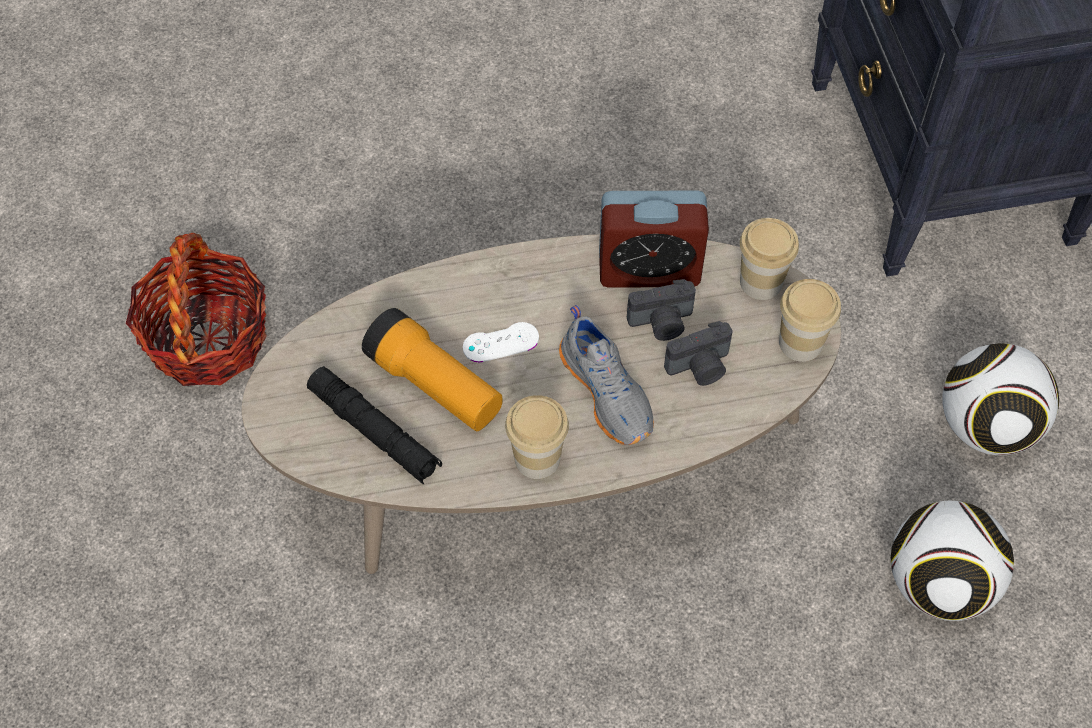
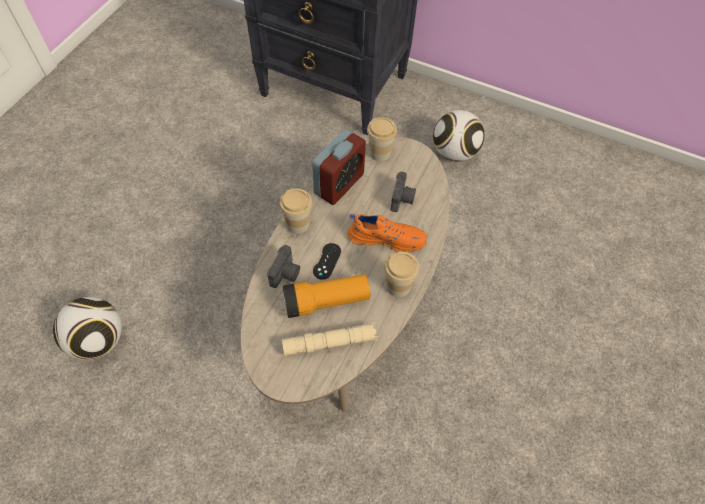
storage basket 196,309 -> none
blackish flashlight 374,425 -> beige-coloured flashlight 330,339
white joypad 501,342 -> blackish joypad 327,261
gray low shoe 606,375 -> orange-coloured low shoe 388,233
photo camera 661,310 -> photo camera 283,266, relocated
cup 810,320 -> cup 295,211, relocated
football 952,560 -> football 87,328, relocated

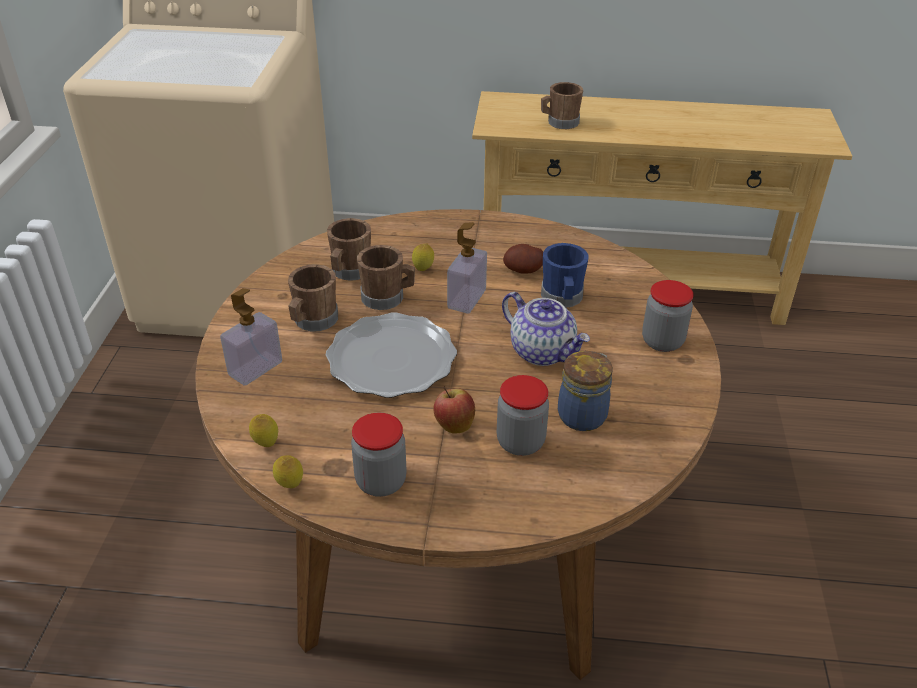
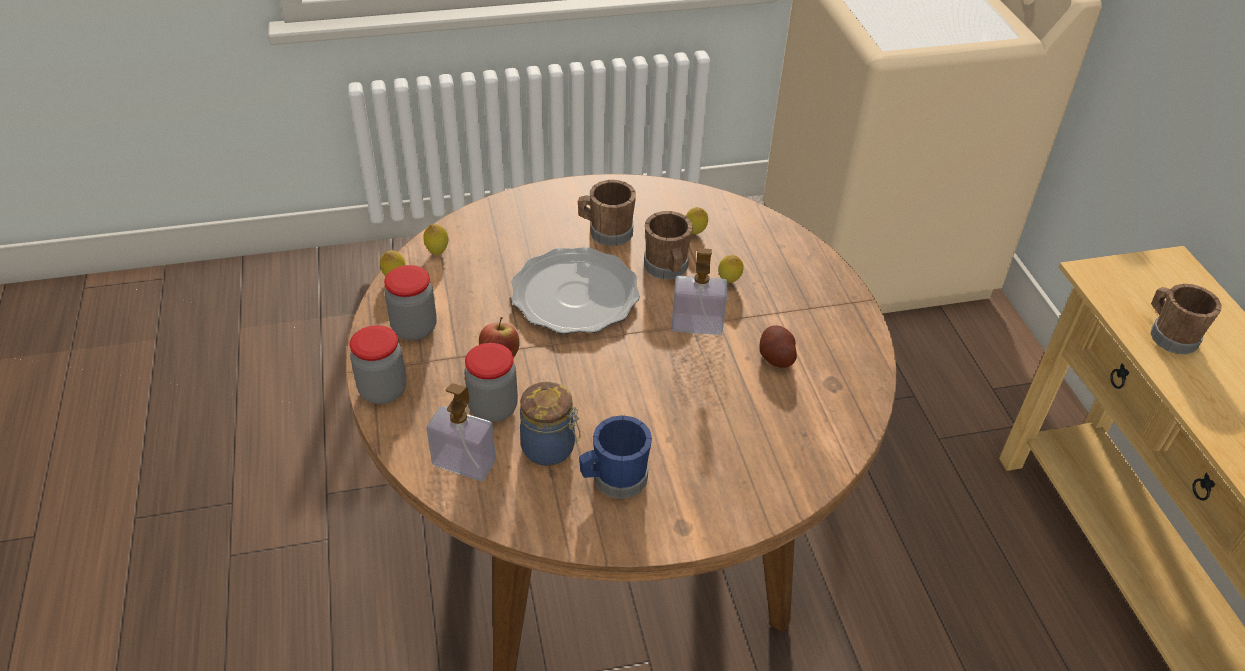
liquid soap bottle 251,337 -> liquid soap bottle 461,432, relocated
brown coffee mug 349,249 -> lemon 697,220
teapot 546,329 -> none
blue coffee mug 565,275 -> blue coffee mug 615,457, relocated
preserve jar 668,316 -> preserve jar 378,364, relocated

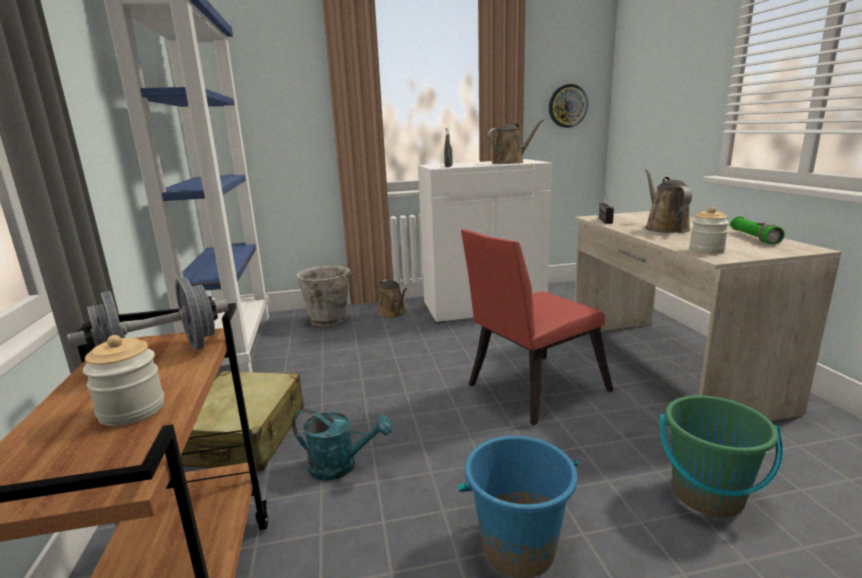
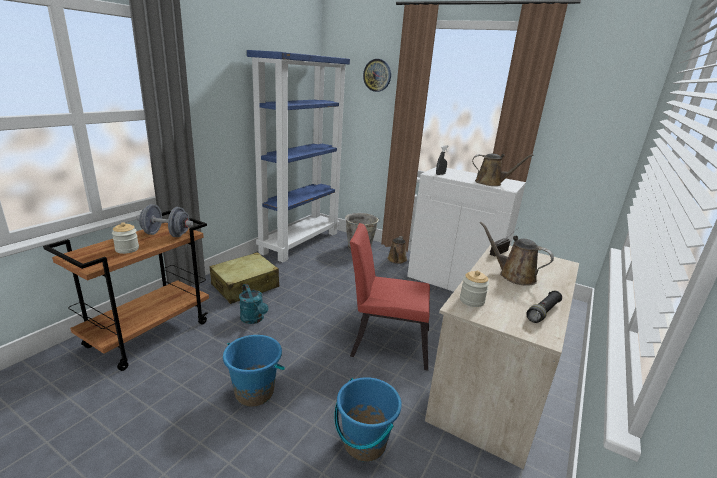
wall clock 568,106 -> wall clock 377,75, relocated
brown watering can 668,201 -> brown watering can 517,254, 90 degrees counterclockwise
greenish bucket 721,456 -> blue bucket 368,419
greenish flashlight 757,230 -> blackish flashlight 544,307

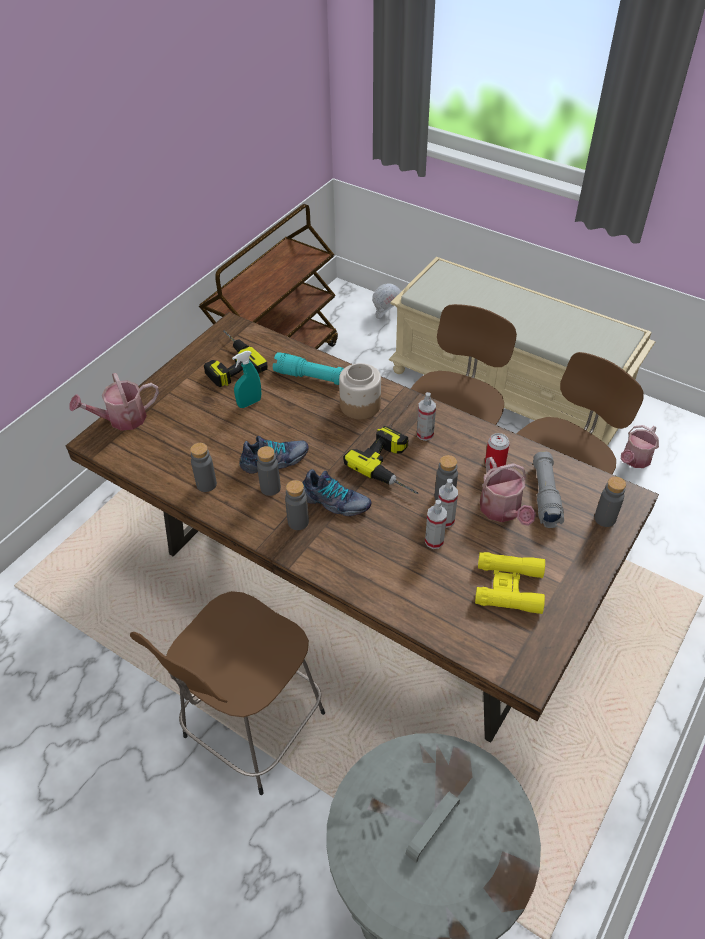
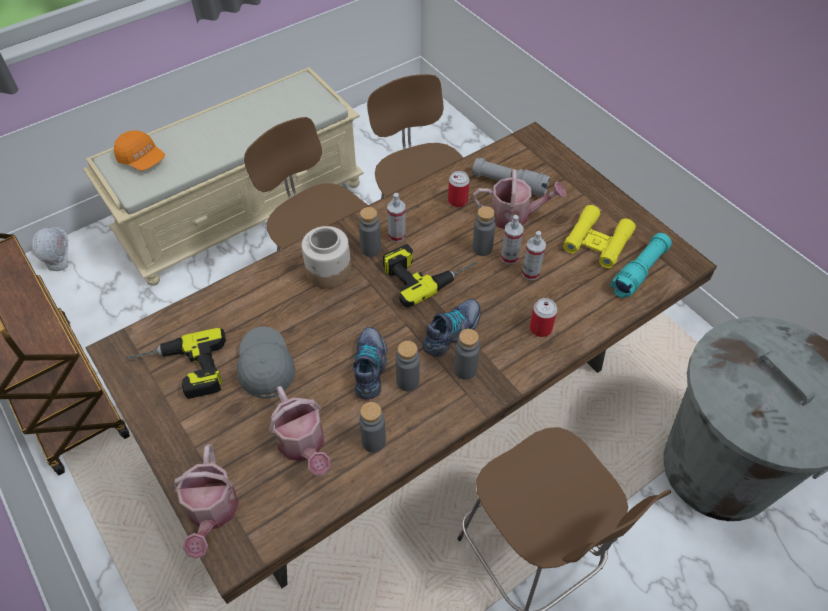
turquoise sprayer 246,379 -> gray peaked cap 266,362
turquoise flashlight 308,368 -> turquoise flashlight 641,265, relocated
gray bottle 610,501 -> gray bottle 370,232, relocated
watering can 640,446 -> watering can 299,430, relocated
none -> orange-coloured peaked cap 139,151
none -> can 543,317

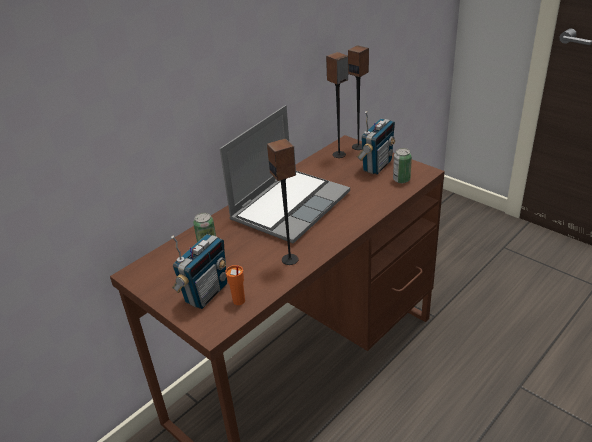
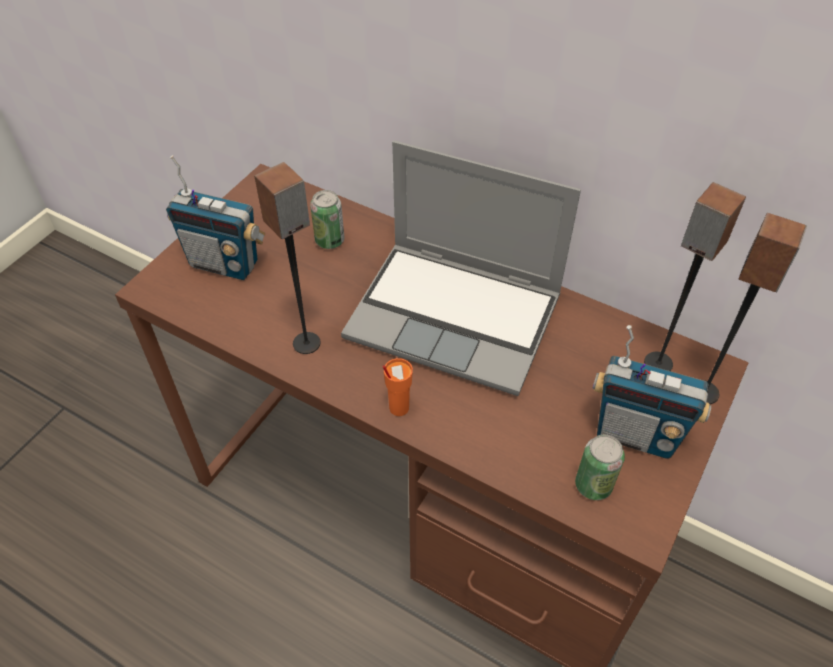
orange-coloured cup 235,285 -> orange-coloured cup 398,387, relocated

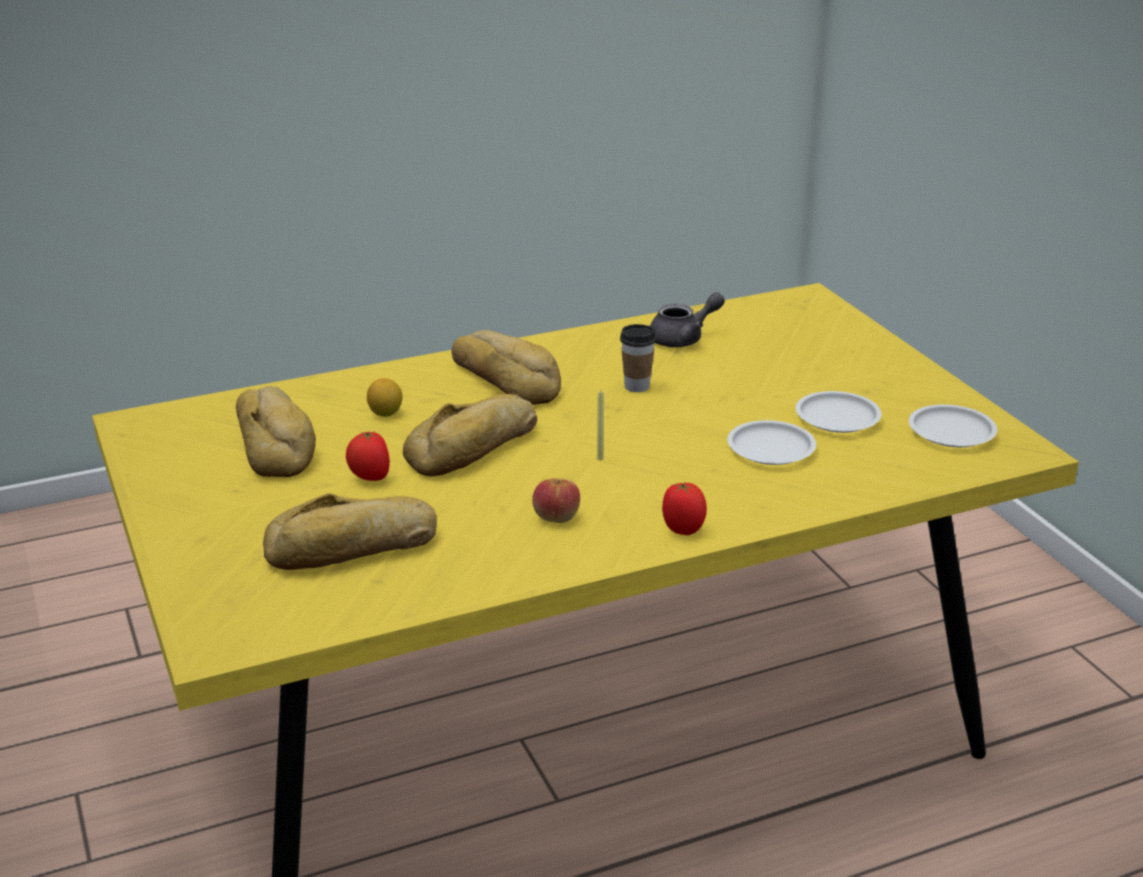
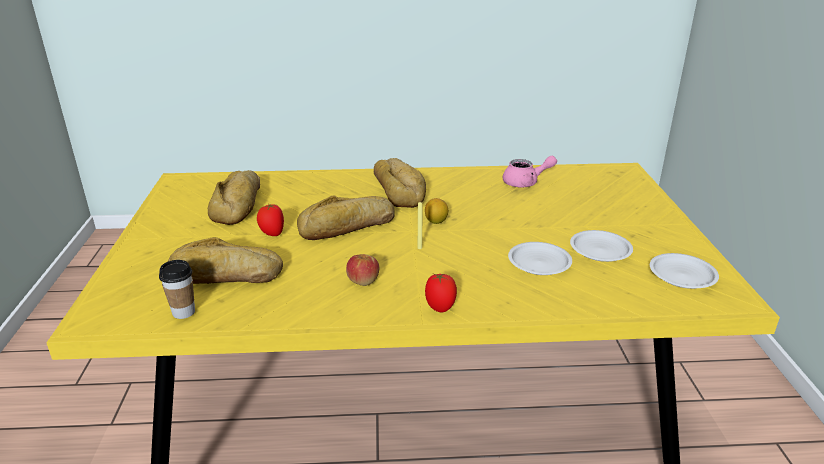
lemon 385,397 -> lemon 436,211, relocated
cup 638,358 -> cup 177,289, relocated
gray teapot 687,319 -> pink teapot 530,172

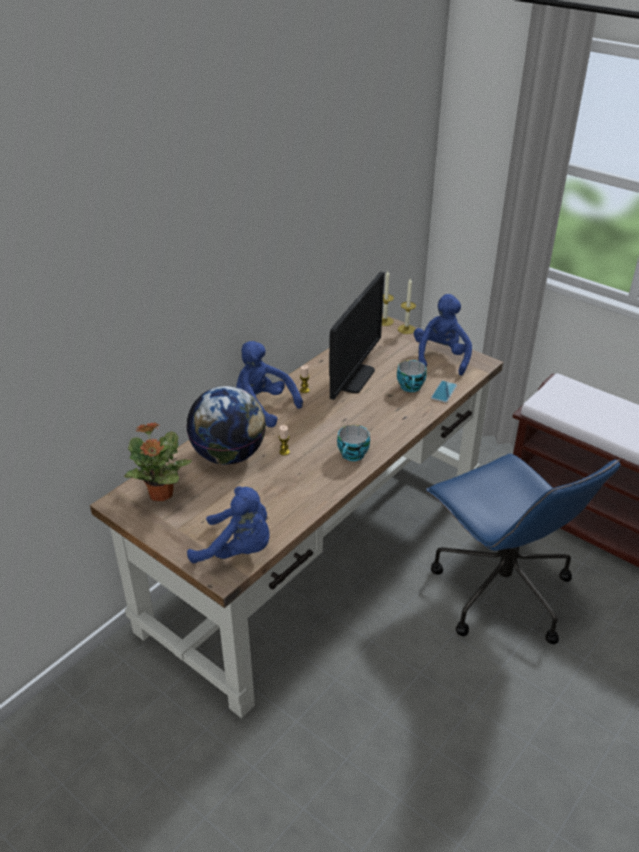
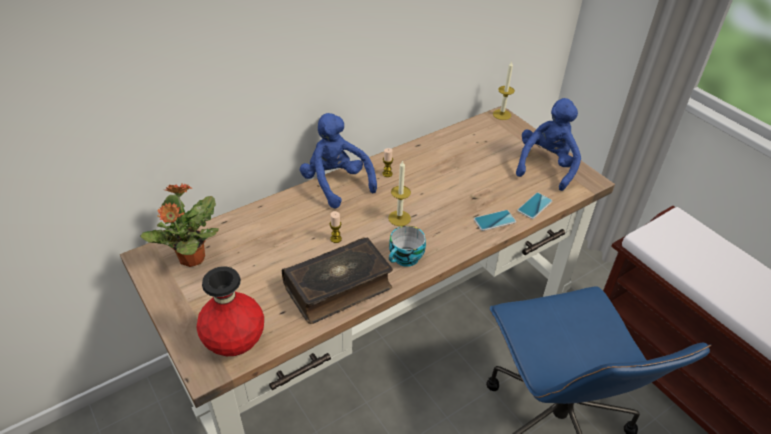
globe 226,425 -> none
blue soft toy 228,524 -> red vase 230,311
computer screen 356,336 -> none
cup 412,376 -> none
wax candle 407,305 -> wax candle 399,193, relocated
none -> bound book 337,280
none -> telephone 495,220

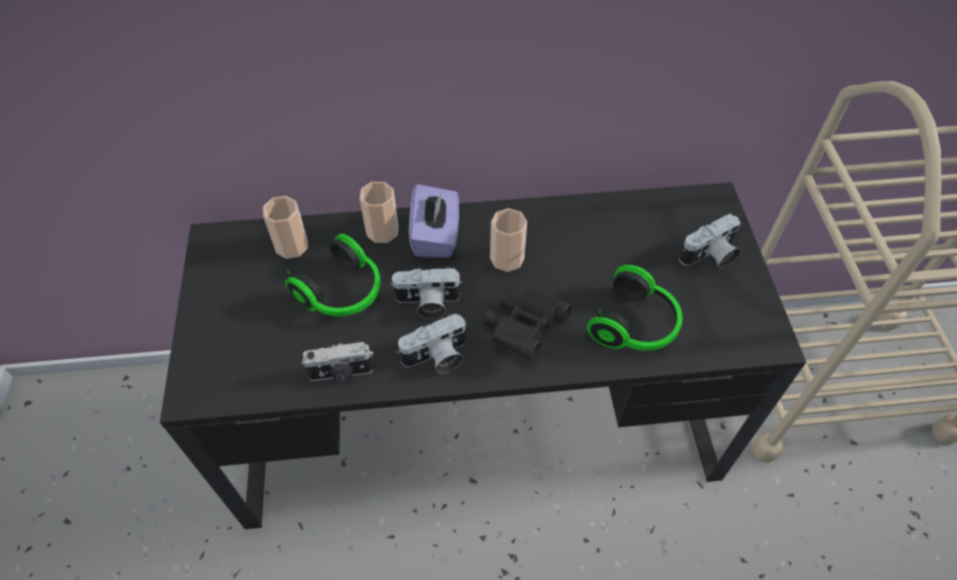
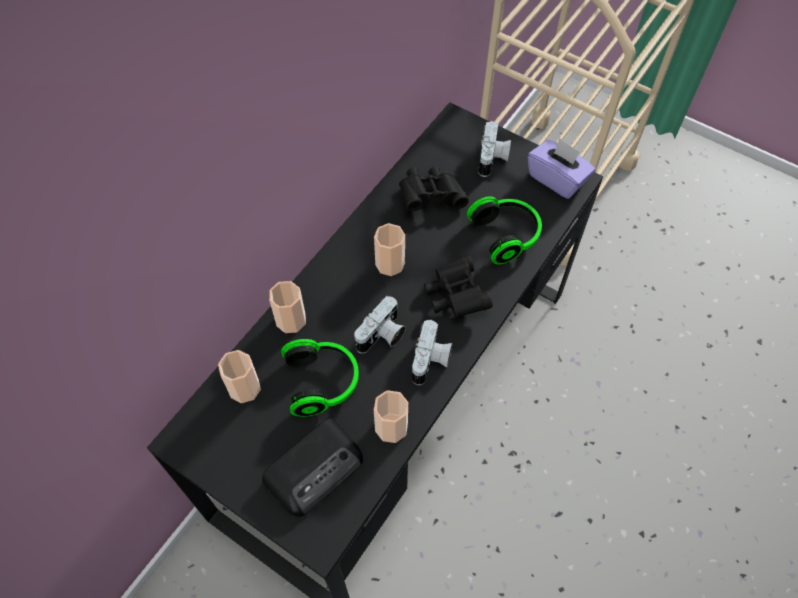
photo camera 337,361 -> cup 391,416
purple tissue box 434,221 -> purple tissue box 561,168, relocated
none -> radio receiver 312,467
none -> blackish field glasses 434,189

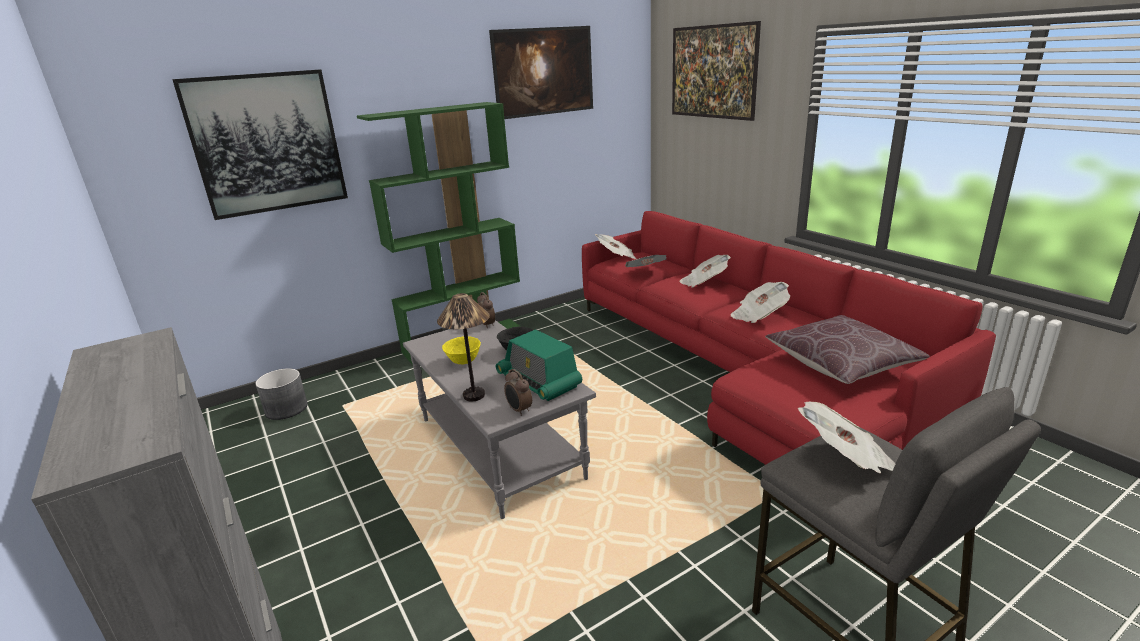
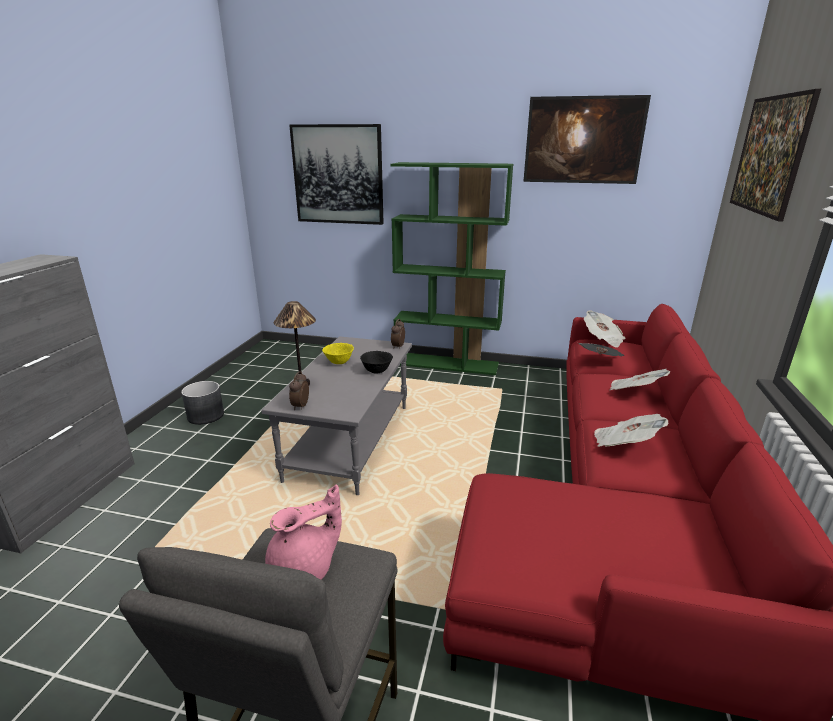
gray flower pot 281,394 -> gray flower pot 202,403, relocated
radio receiver 539,365 -> none
brown pillow 847,349 -> none
daily paper 847,437 -> pink teapot 303,532

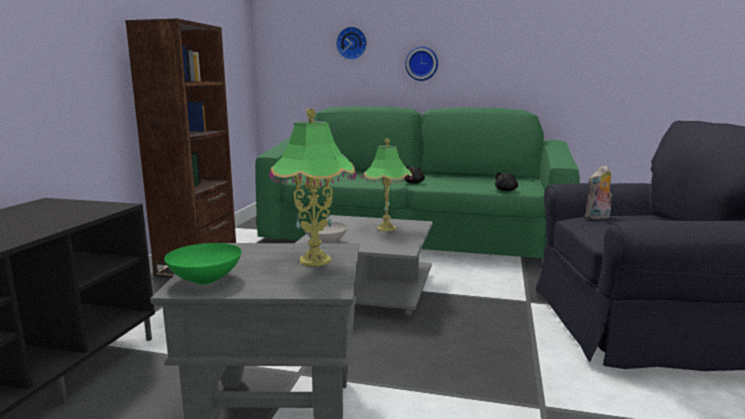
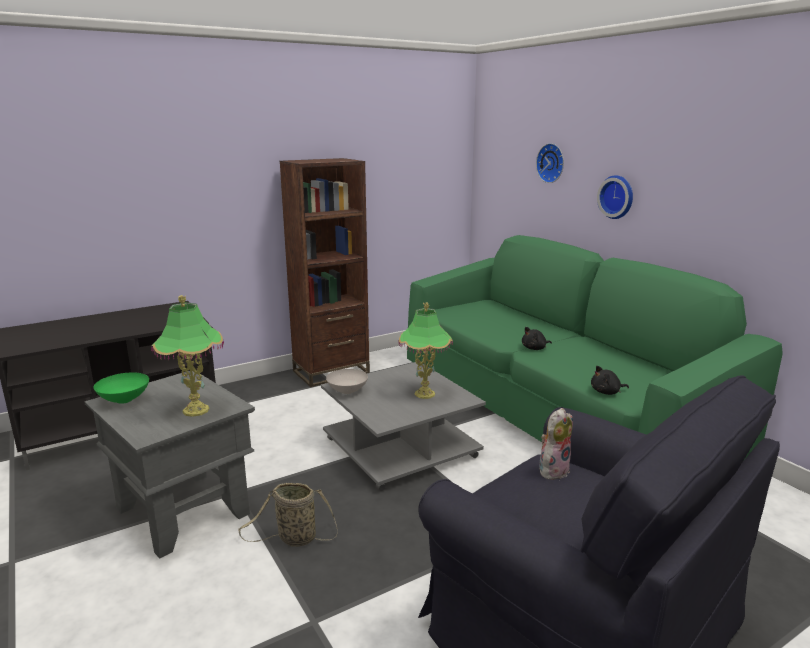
soft toy 598,192 -> soft toy 556,444, 120 degrees clockwise
none -> storage basket 288,515

